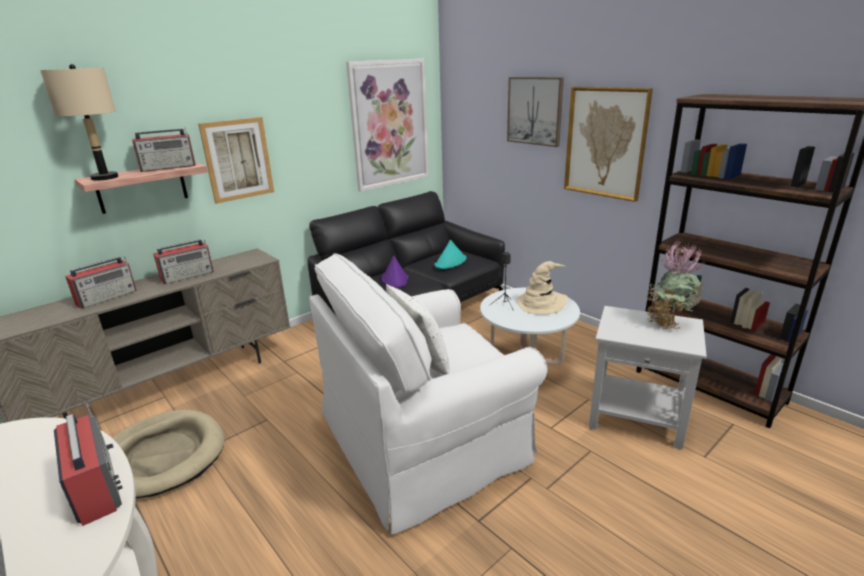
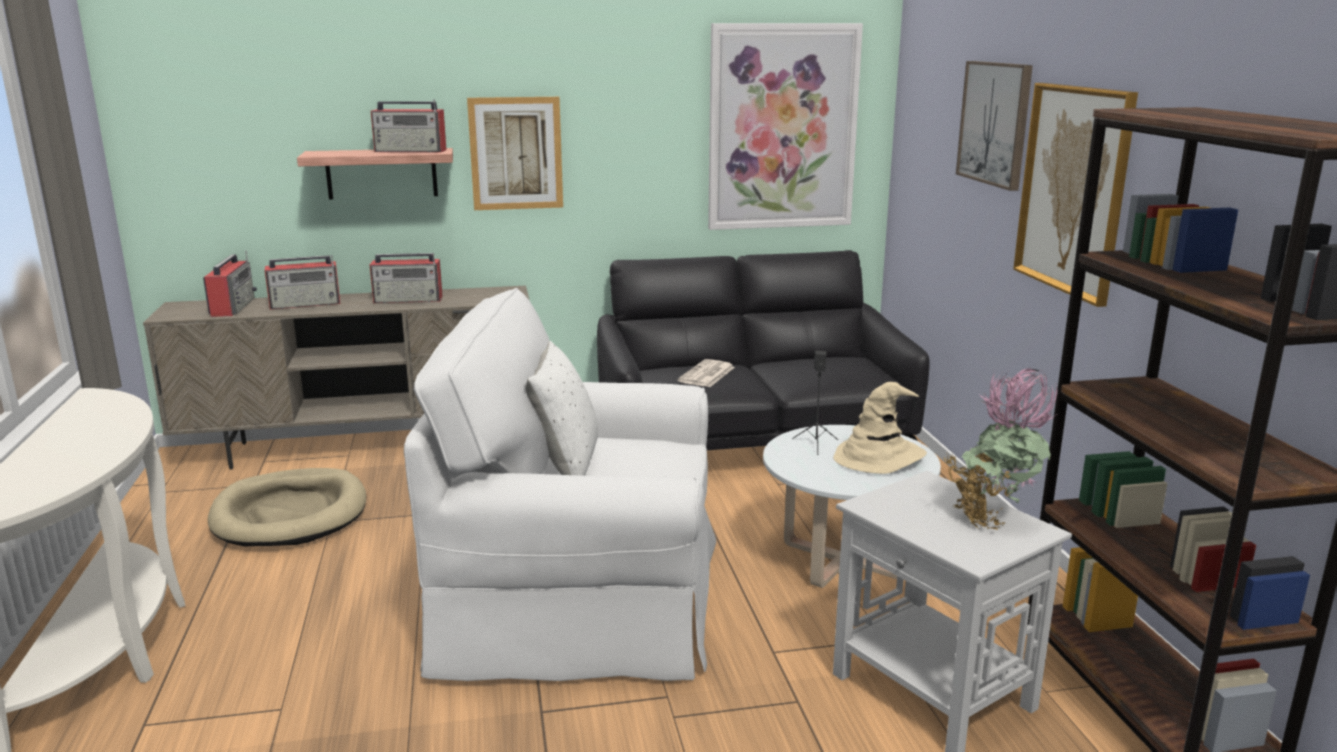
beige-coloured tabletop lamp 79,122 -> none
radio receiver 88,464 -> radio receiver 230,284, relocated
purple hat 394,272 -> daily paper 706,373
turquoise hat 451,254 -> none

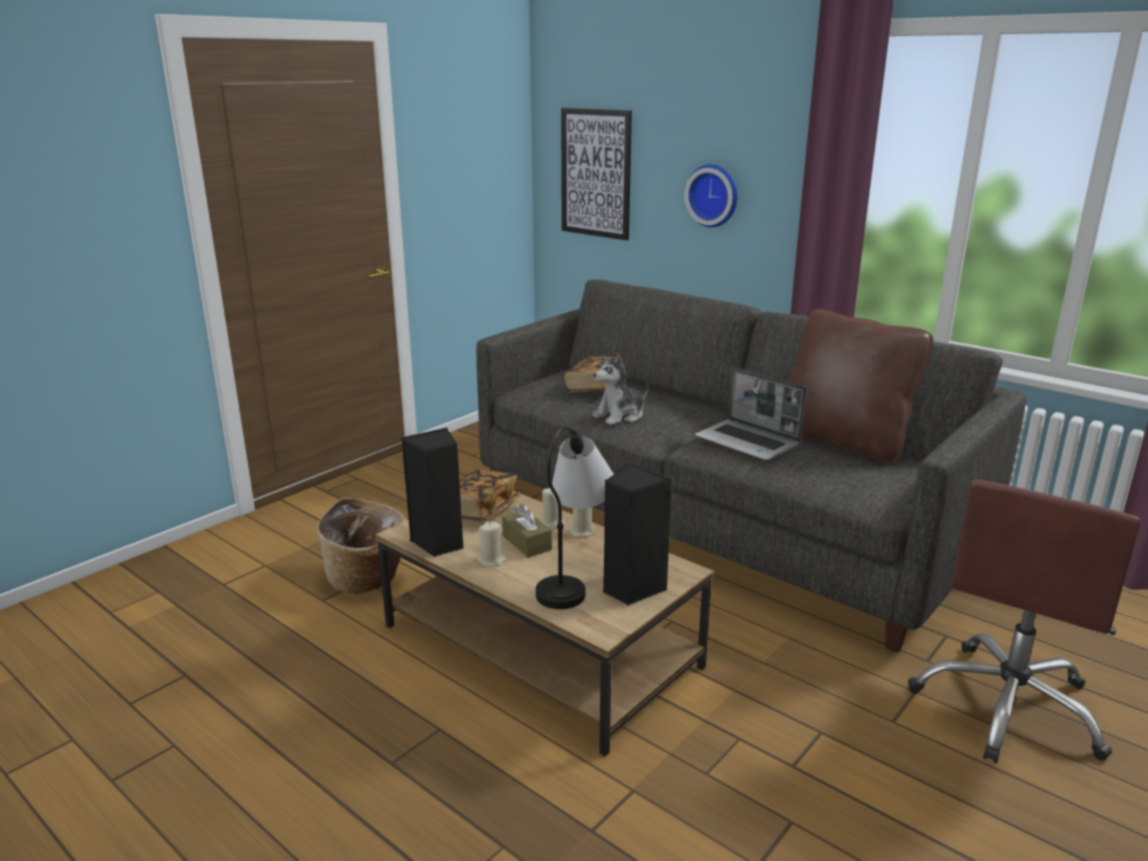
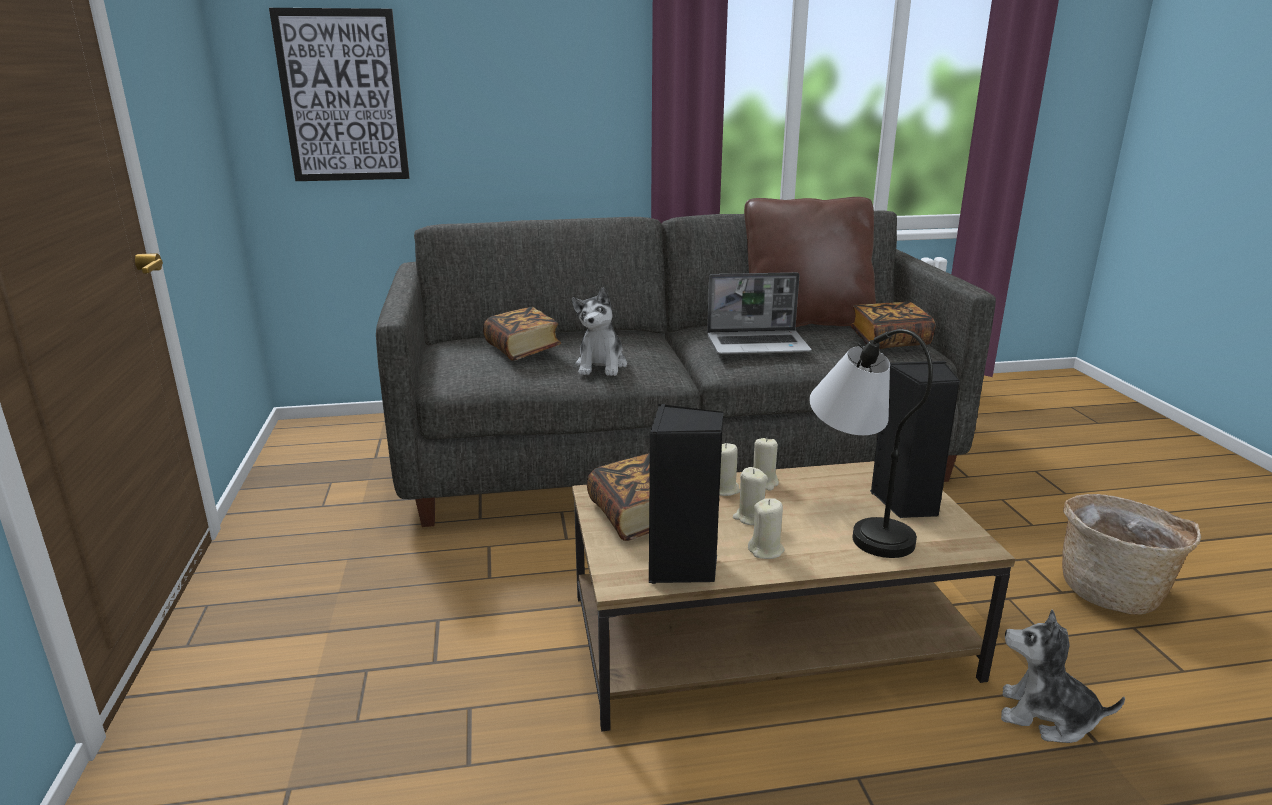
storage basket 361,545 -> storage basket 1131,554, relocated
brown tissue box 527,530 -> beige-coloured wax candle 750,496
wall clock 711,195 -> none
brown computer chair 1024,621 -> none
none -> bound book 892,325
none -> soft toy 1063,676

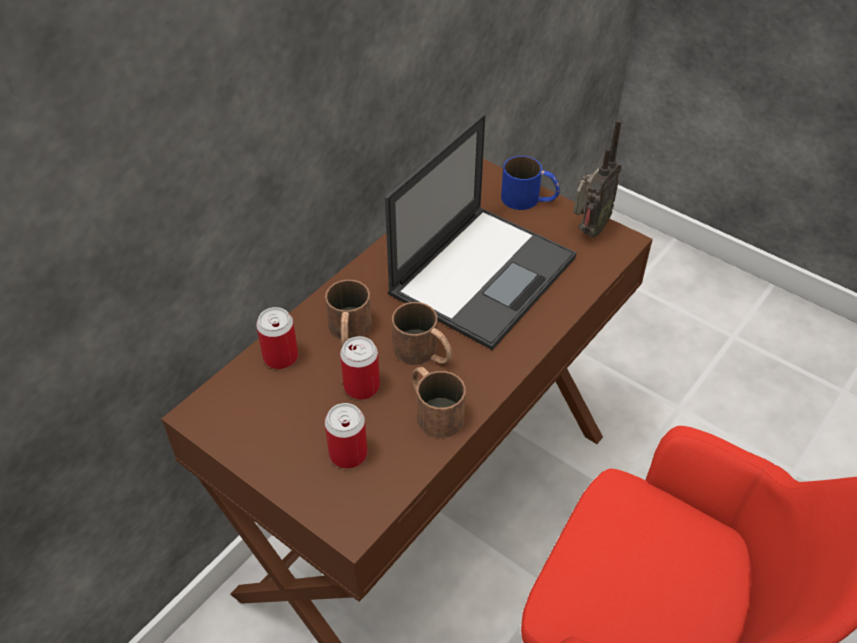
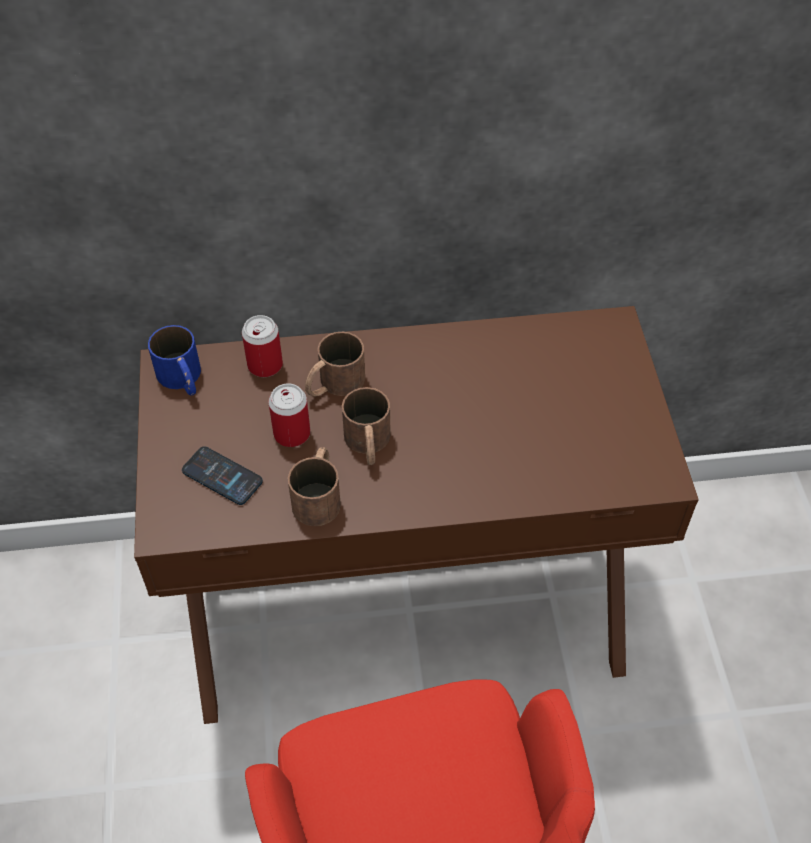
can 346,436 -> telephone 222,475
portable computer 481,232 -> none
blue coffee mug 530,183 -> blue coffee mug 174,360, relocated
radio receiver 597,178 -> none

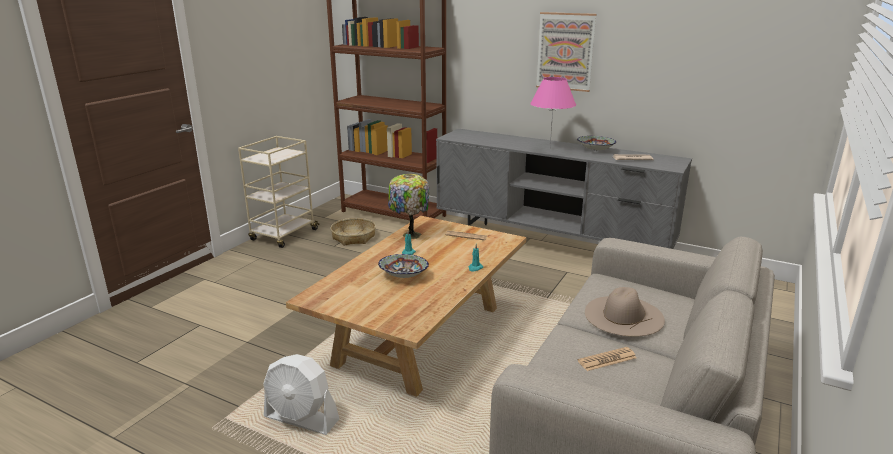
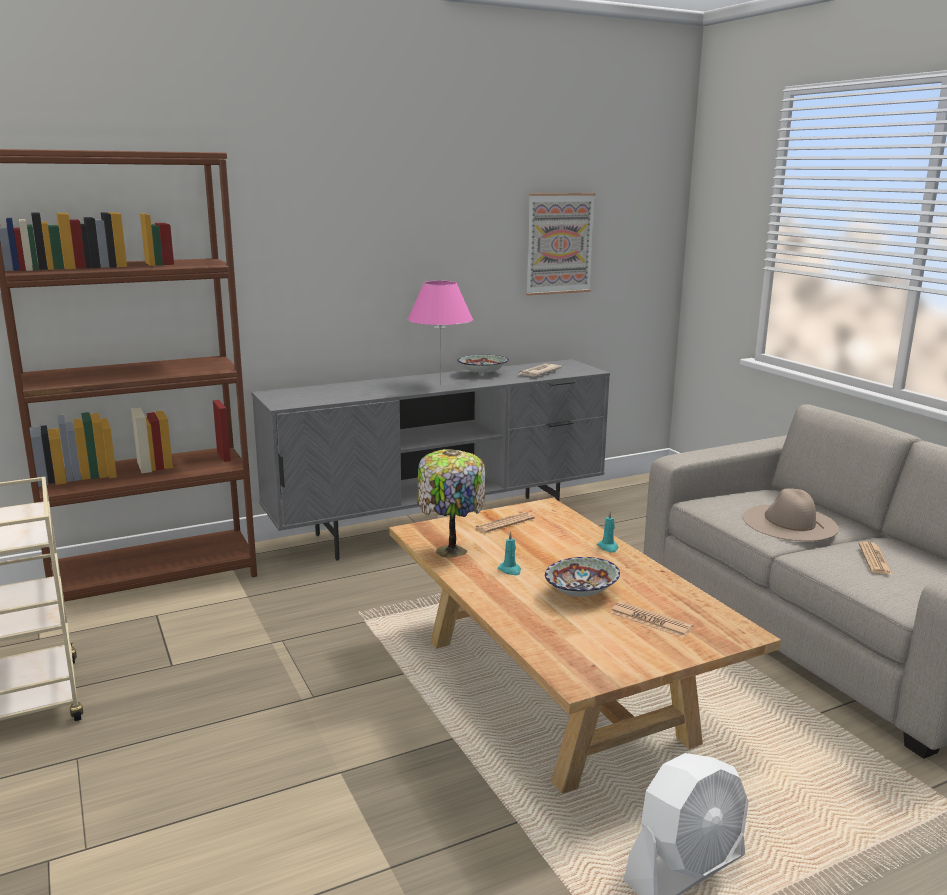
storage basket 353,232 -> none
wall picture 566,52 -> wall picture 561,244, relocated
none -> daily paper 651,619

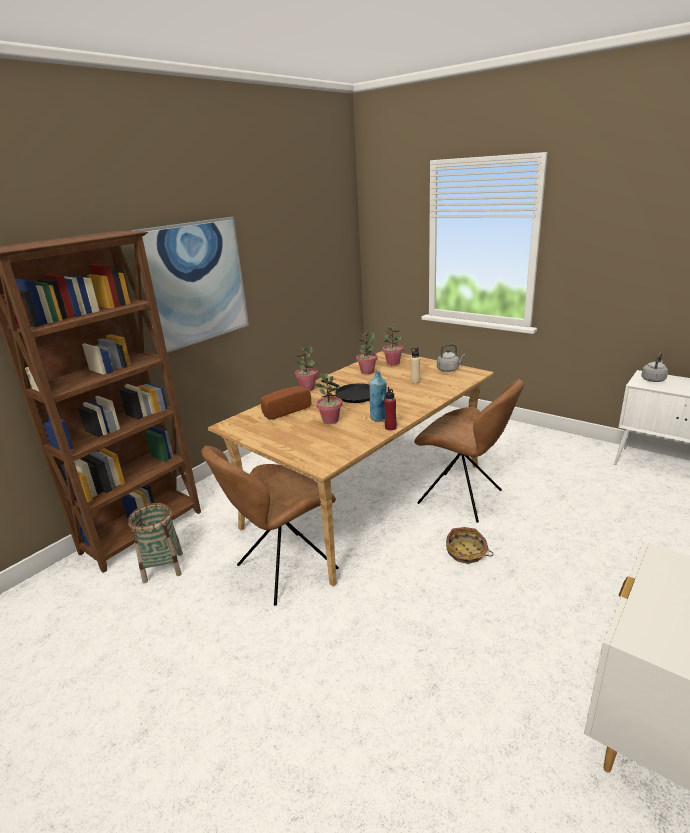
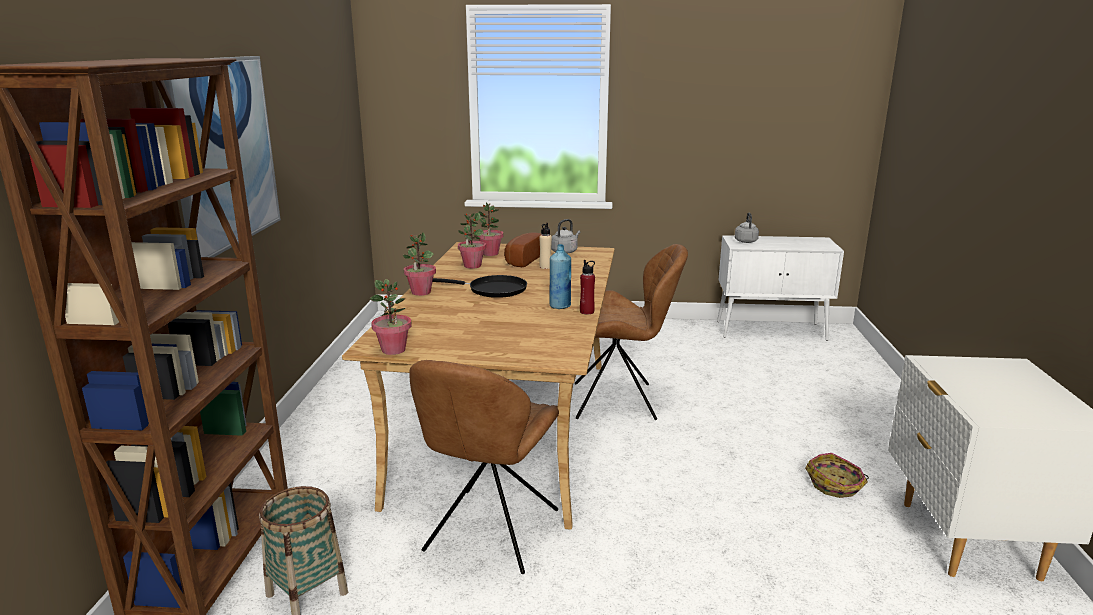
baked bread 285,403 -> baked bread 522,249, relocated
potted plant 329,398 -> potted plant 390,317, relocated
storage basket 469,545 -> storage basket 837,475, relocated

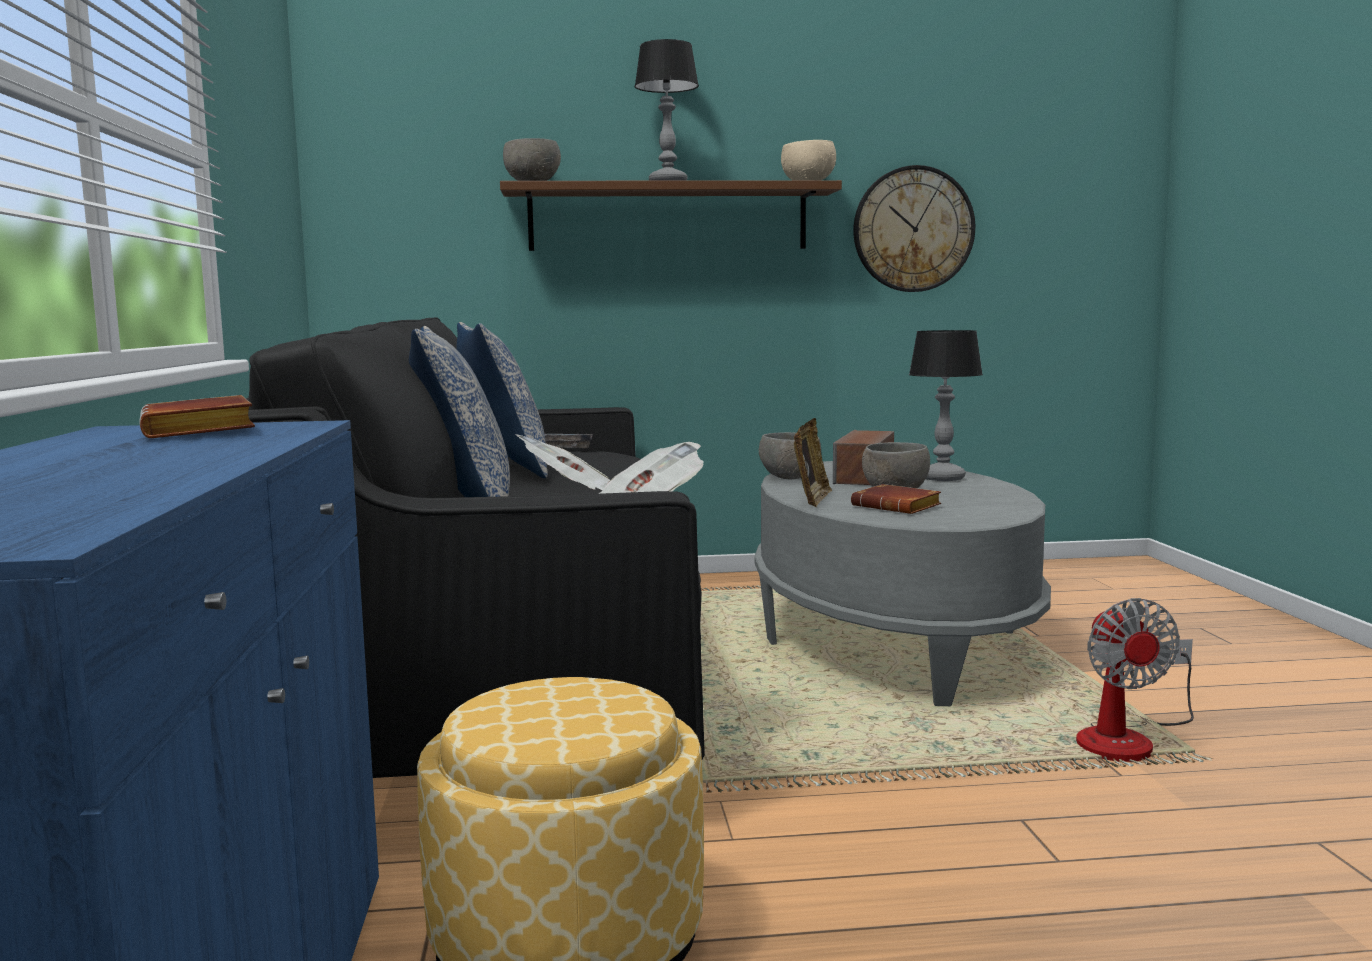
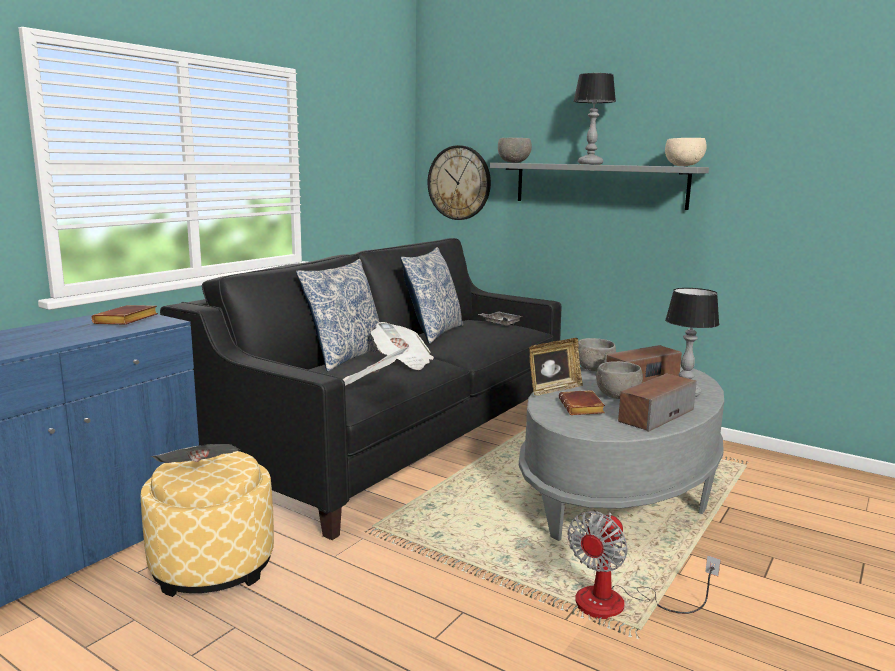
brown bracket shelf 671,215 -> gray bracket shelf 599,186
wall clock 914,228 -> wall clock 459,182, relocated
none -> daily paper 195,453
none -> speaker 657,402

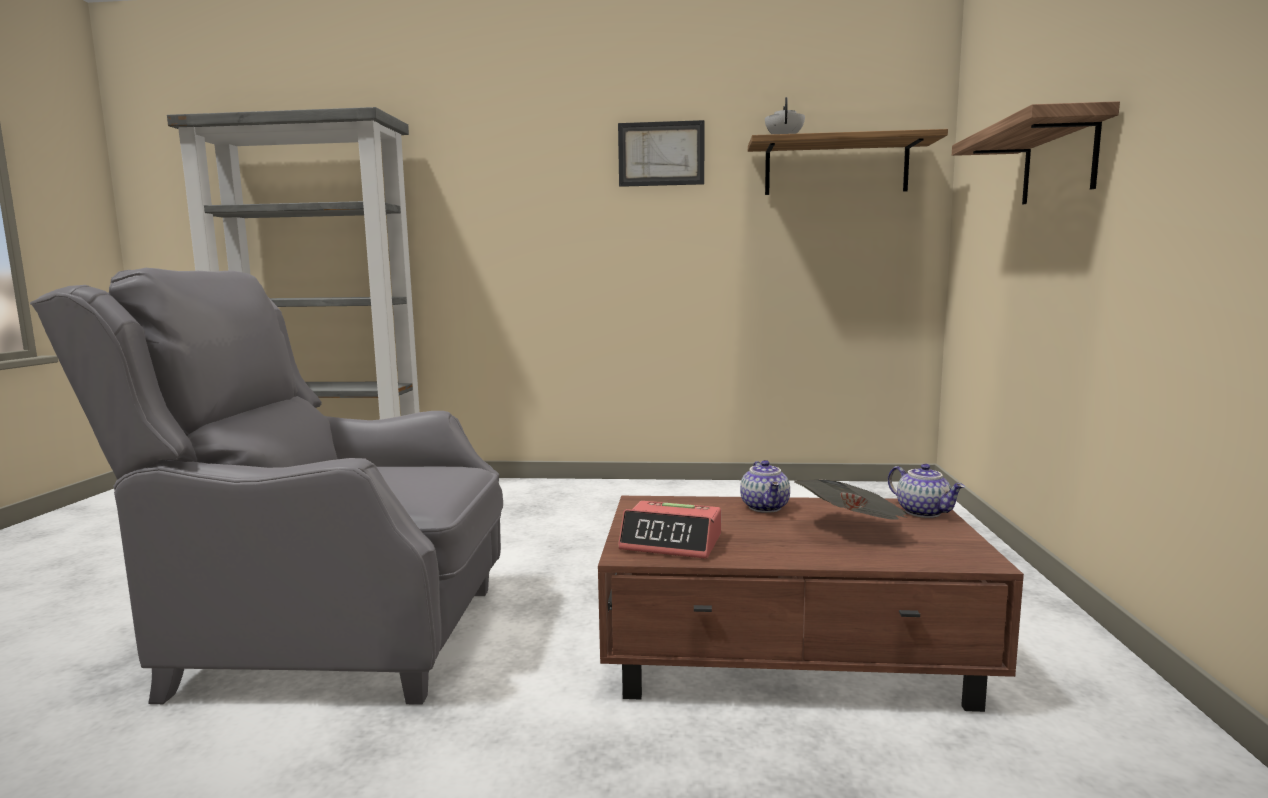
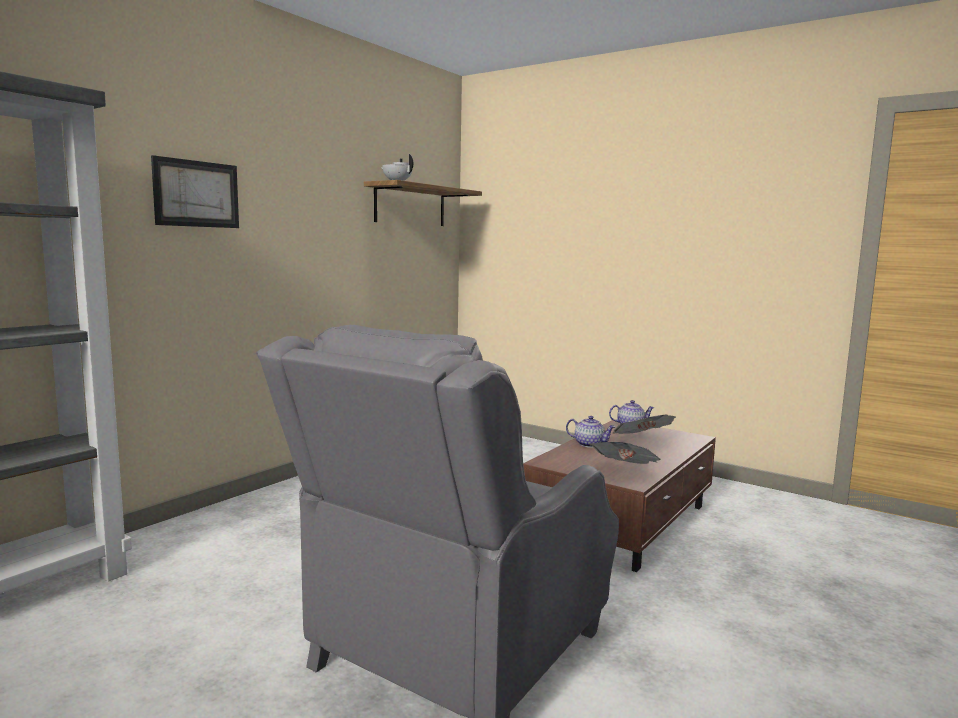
wall picture 661,153 -> wall picture 195,191, relocated
table clock 669,530 -> daily paper 625,453
bracket shelf 1036,152 -> none

